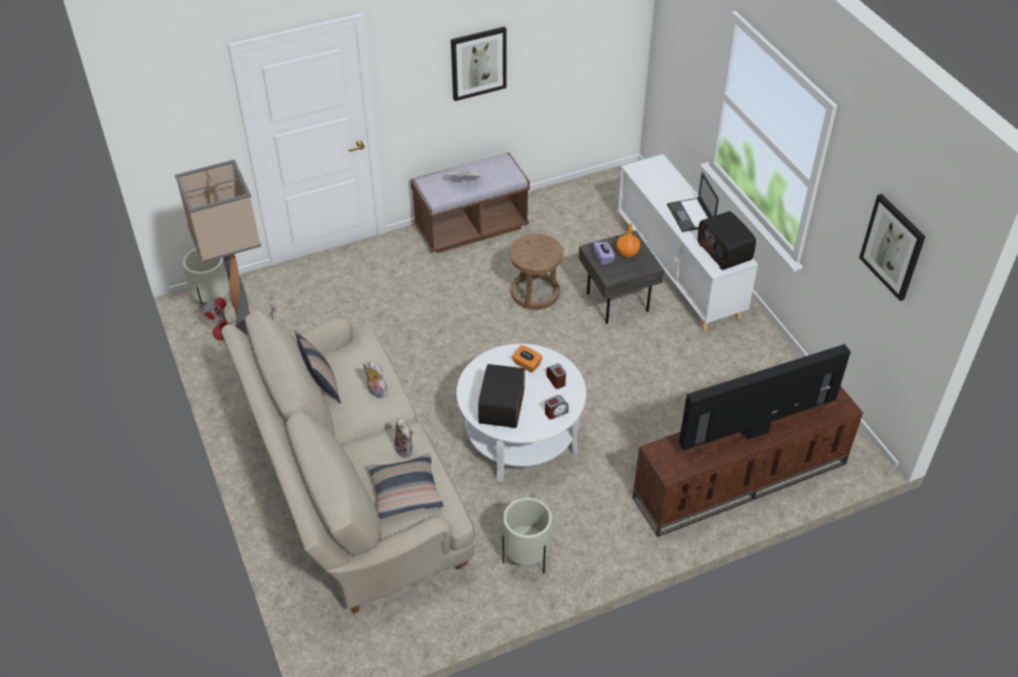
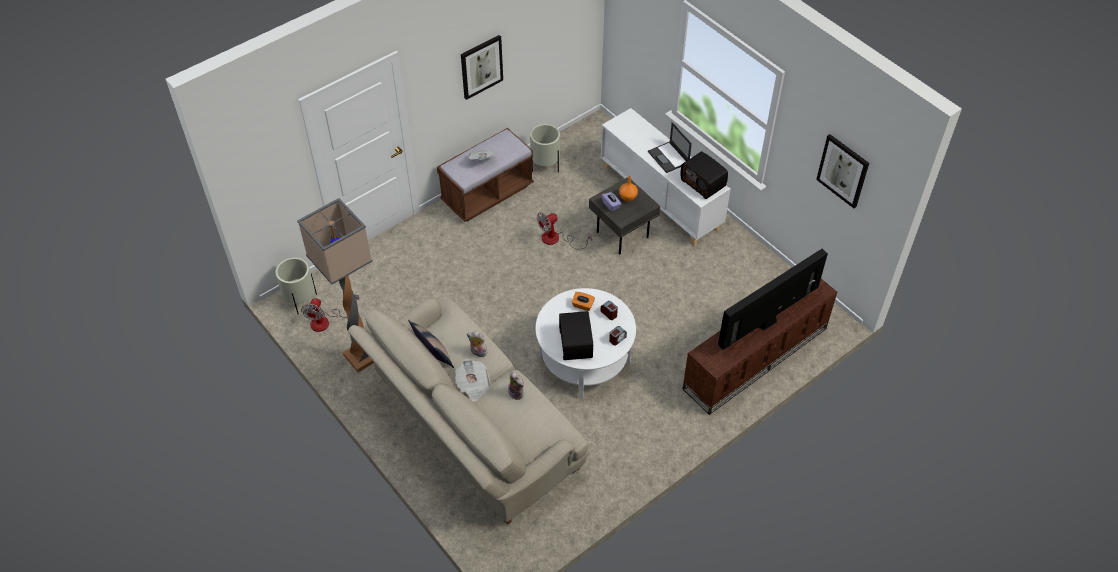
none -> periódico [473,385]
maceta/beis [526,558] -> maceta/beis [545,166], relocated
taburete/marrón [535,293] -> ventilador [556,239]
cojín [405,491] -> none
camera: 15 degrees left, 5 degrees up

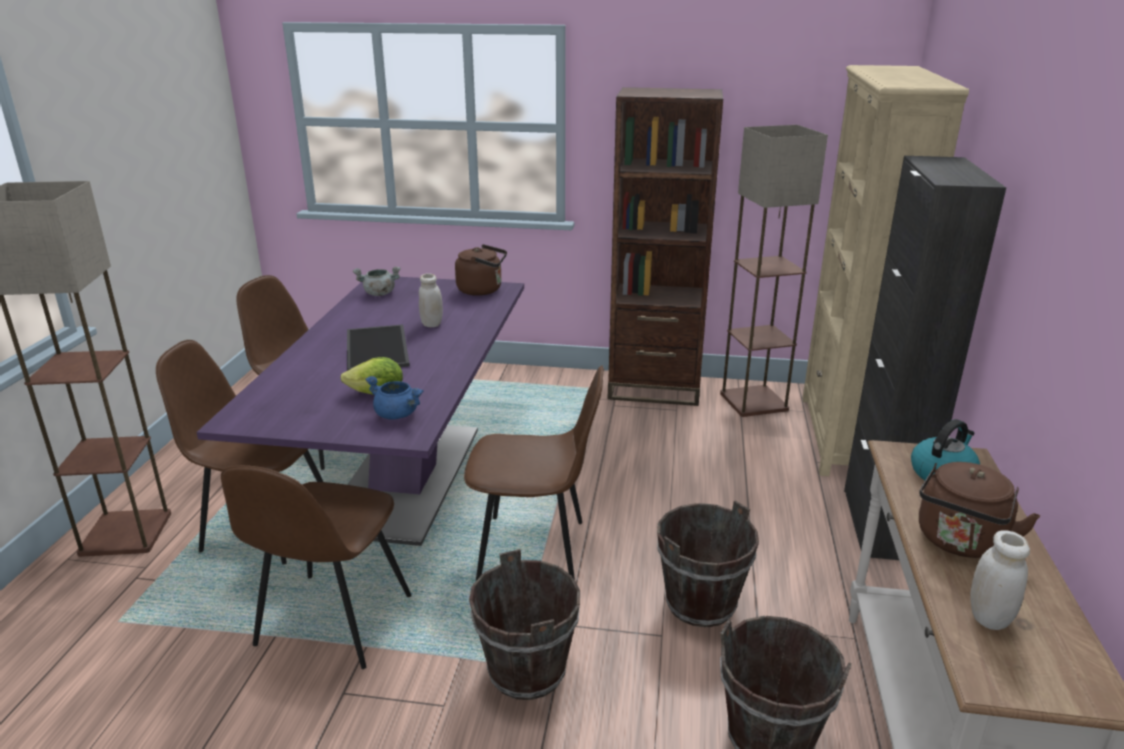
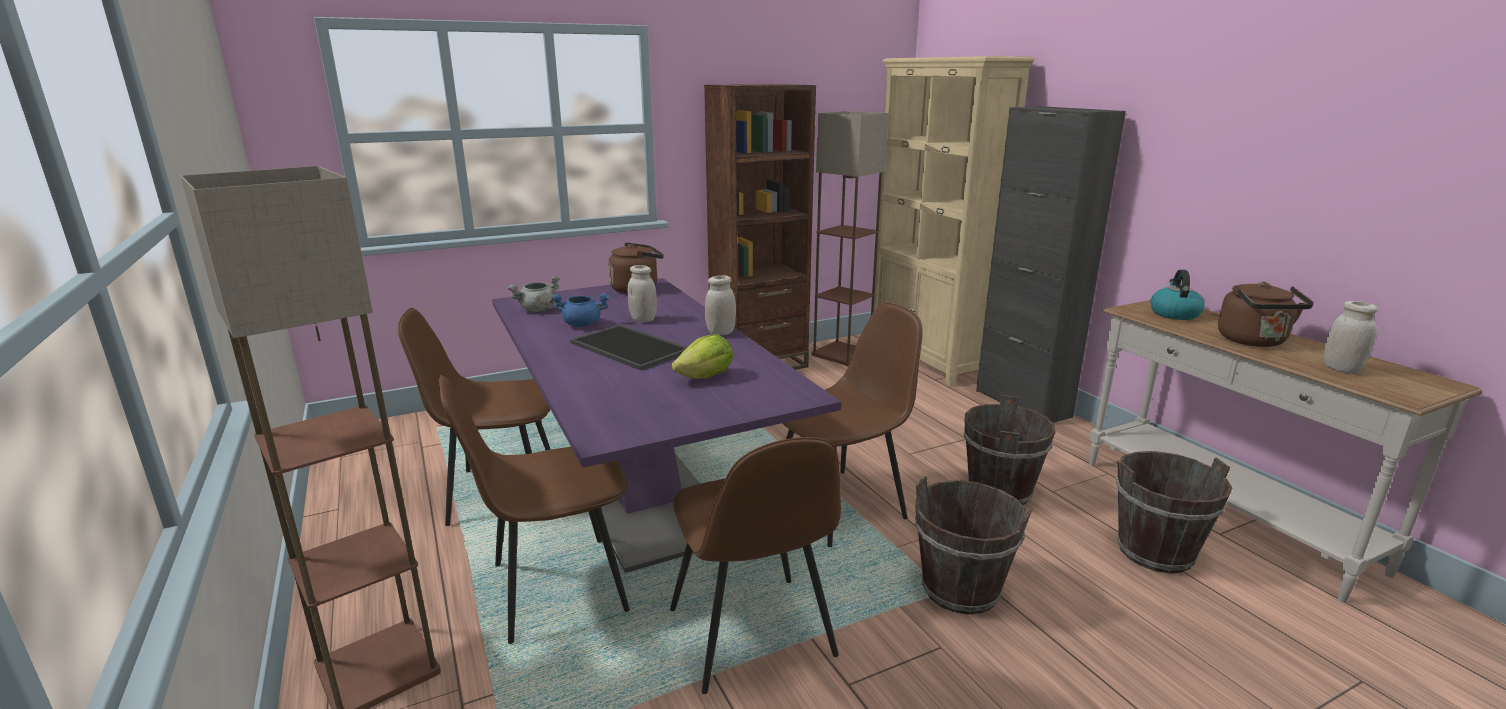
olla/azul [398,414] -> olla/azul [582,324], relocated
none -> tarro/blanco [721,333]
camera: 35 degrees left, 5 degrees down

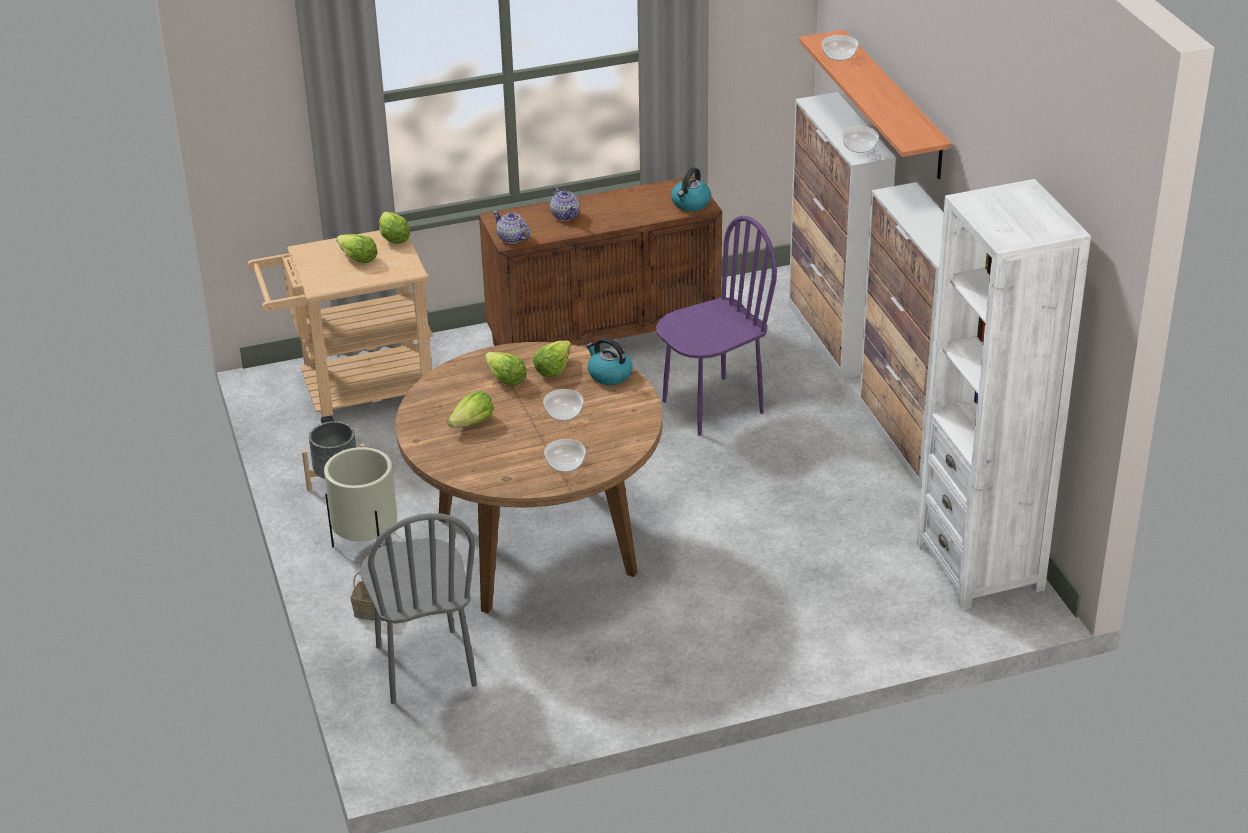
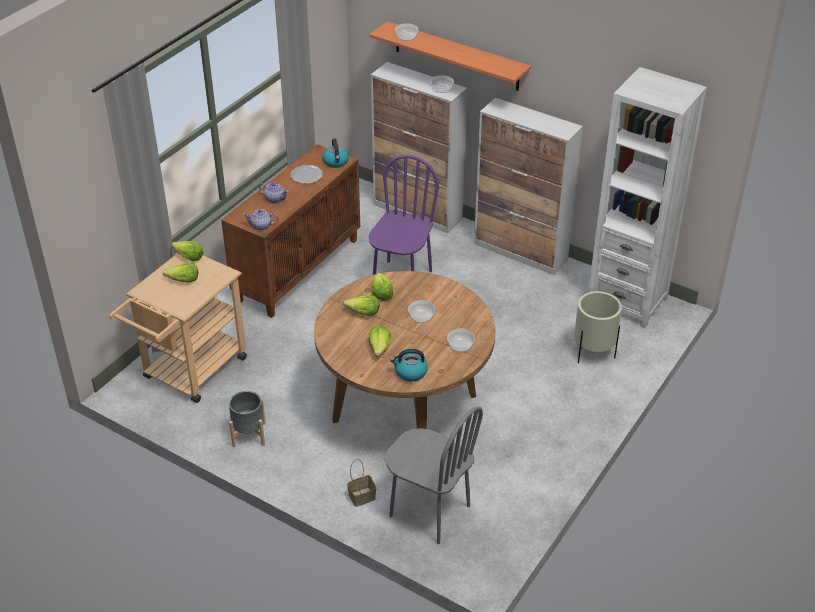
none -> plato [307,175]
hervidor [609,375] -> hervidor [410,372], relocated
maceta/beis [366,546] -> maceta/beis [593,353], relocated
camera: 40 degrees left, 5 degrees up

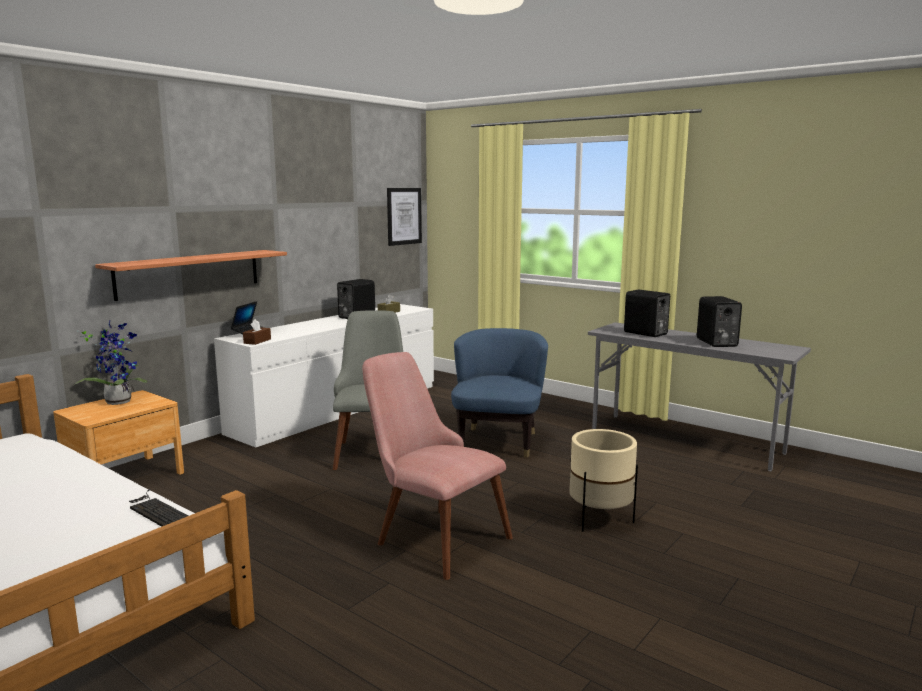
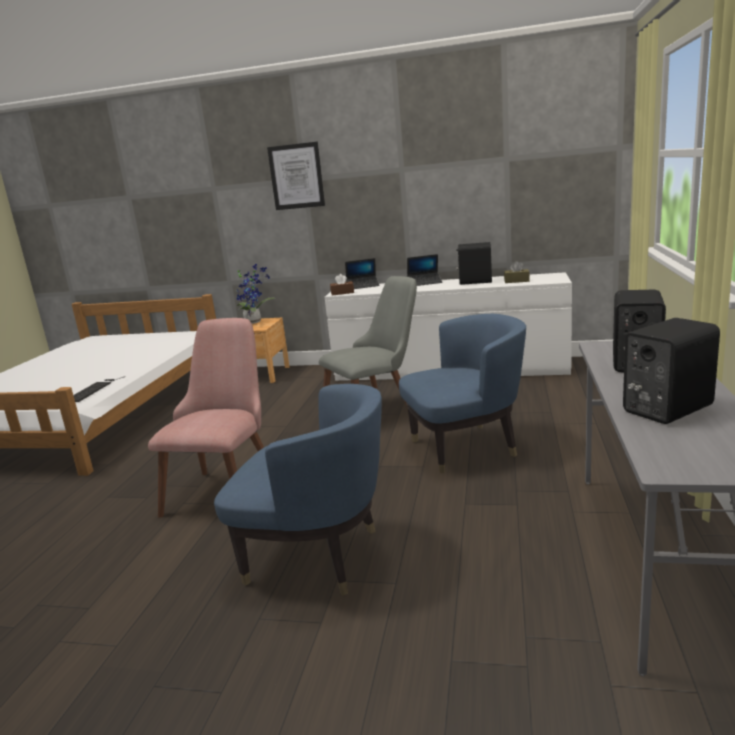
maceta/beis [600,519] -> sillón/azul [316,556]
cuadro [404,216] -> cuadro [296,176], relocated
none -> portátil [425,283]
estante [189,273] -> none
camera: 65 degrees right, 5 degrees up

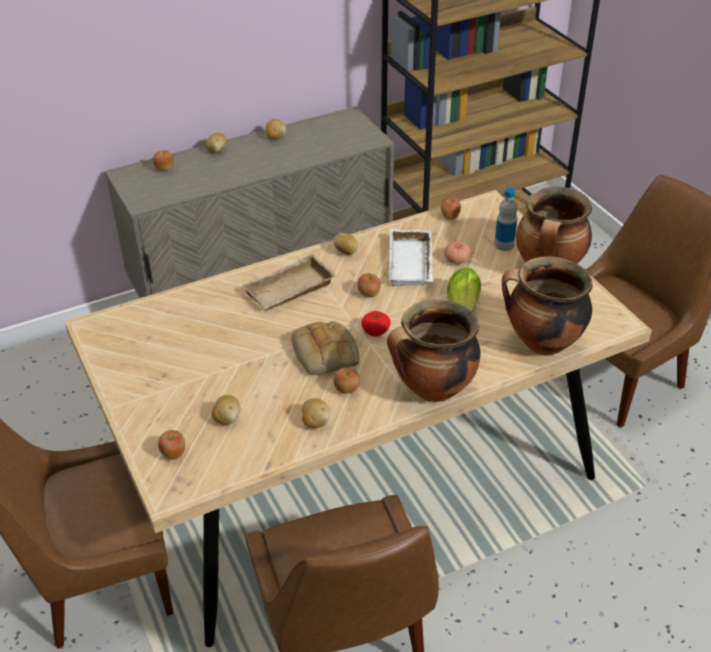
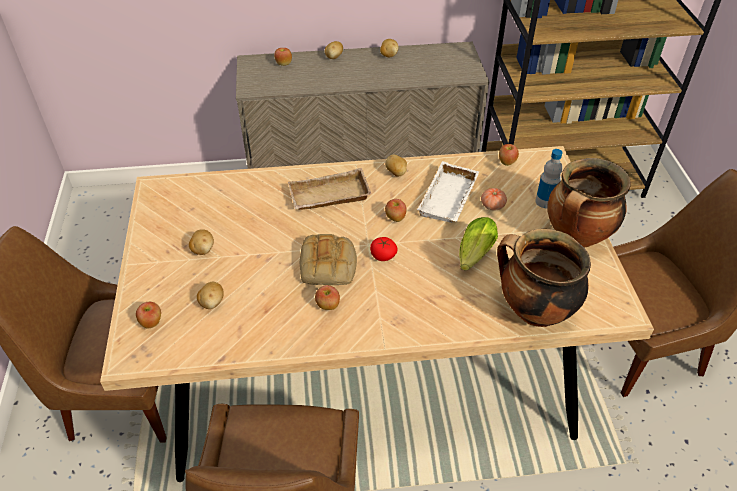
patata [315,422] -> patata [203,250], relocated
olla [432,390] -> none
camera: 20 degrees right, 5 degrees up

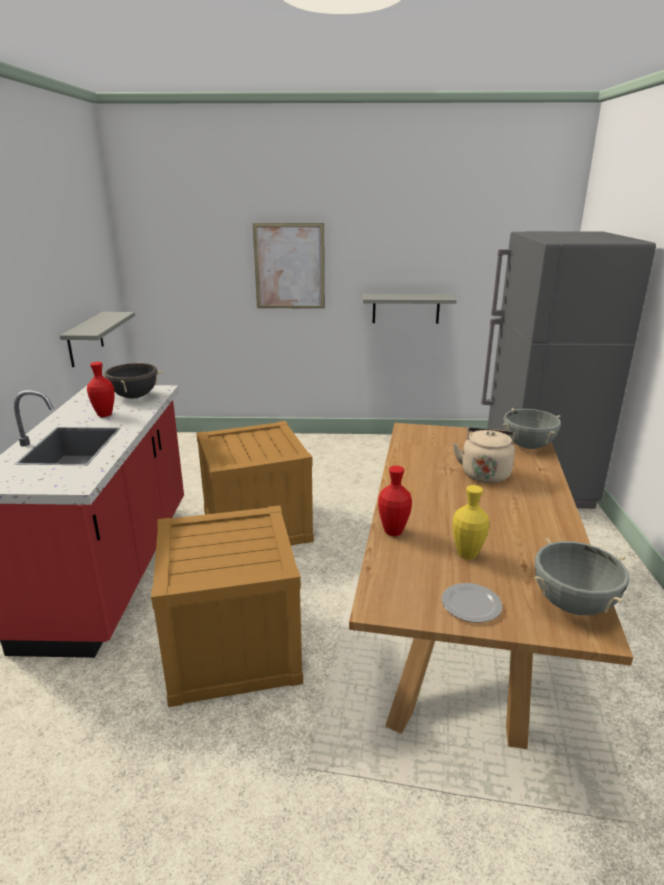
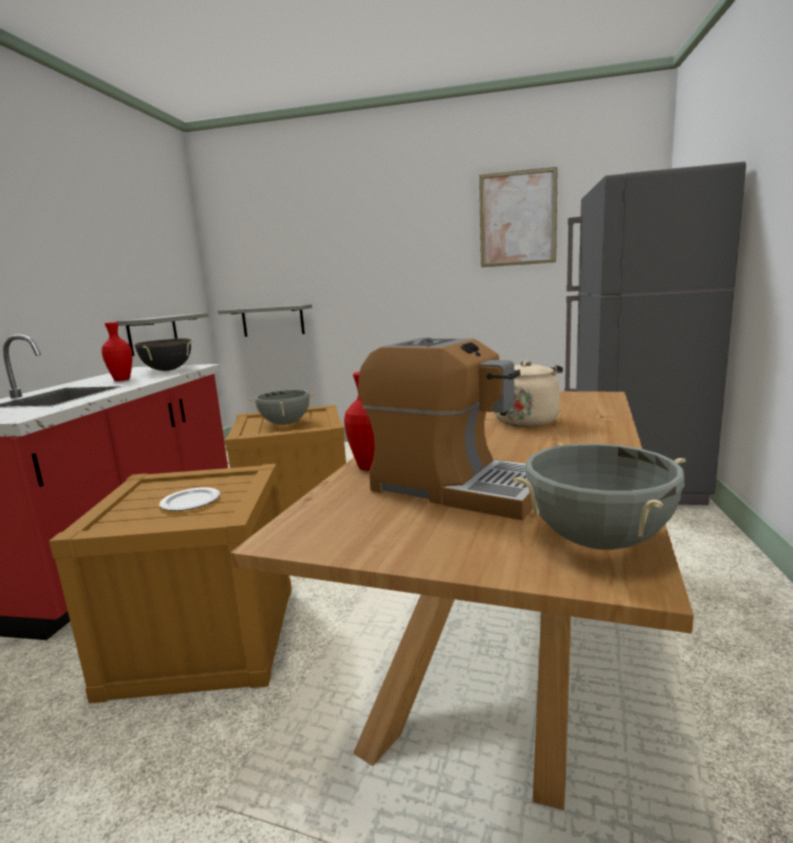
plato [472,605] -> plato [191,502], relocated
estante/gris [406,308] -> estante/gris [273,321], relocated
olla/gris [527,446] -> olla/gris [285,424], relocated
florero/amarillo [467,554] -> cafetera [457,487]
cuadro [289,266] -> cuadro [517,218], relocated
camera: 10 degrees right, 10 degrees down

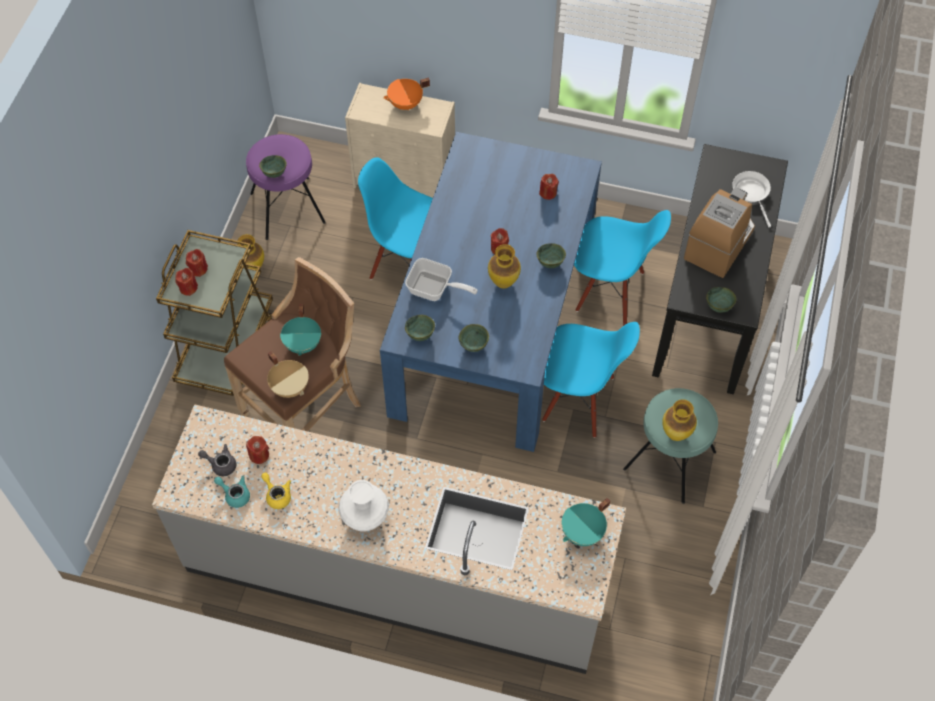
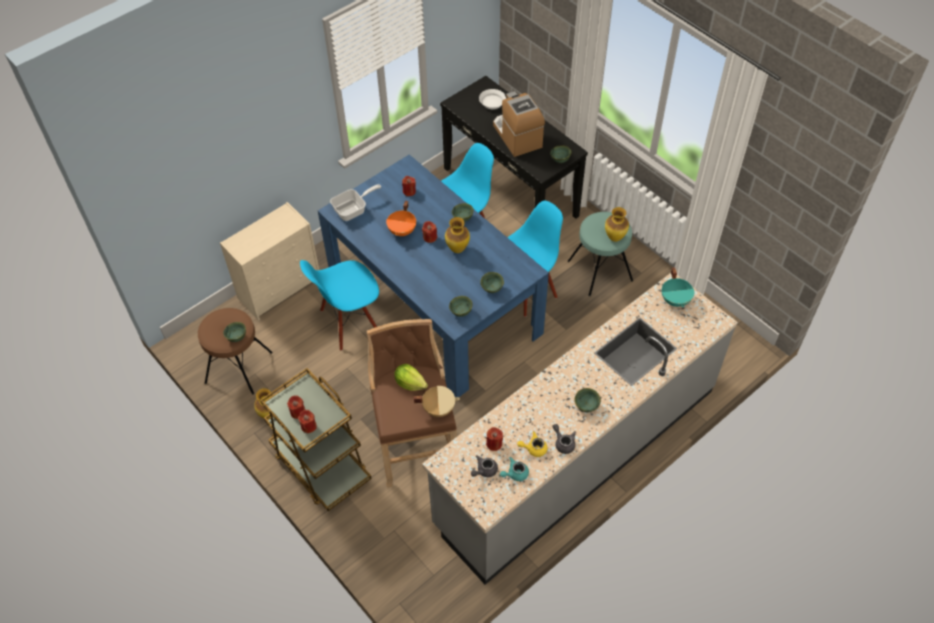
taburete/morado [287,208] -> taburete/marrón [239,367]
sartén [434,290] -> sartén [353,210], relocated
olla/naranja [406,104] -> olla/naranja [403,231], relocated
olla/turquesa [303,344] -> lechuga [410,383]
none -> tetera/gris [563,443]
florero/blanco [366,517] -> cuenco/verde [586,406]
camera: 55 degrees left, 5 degrees down

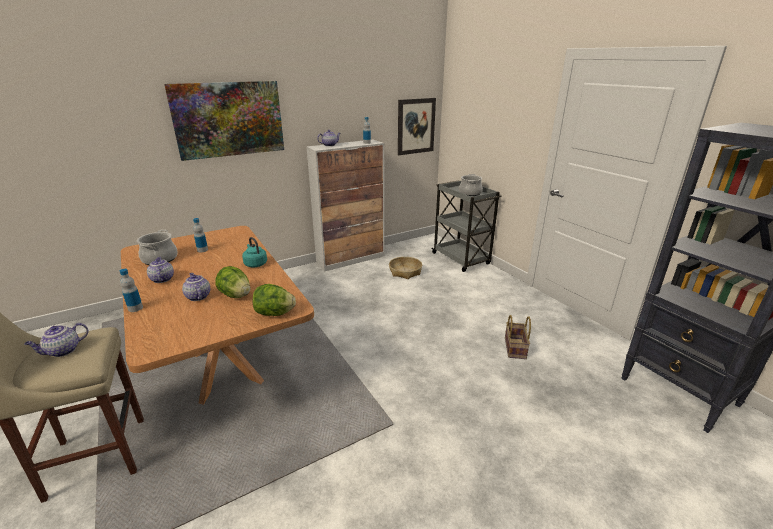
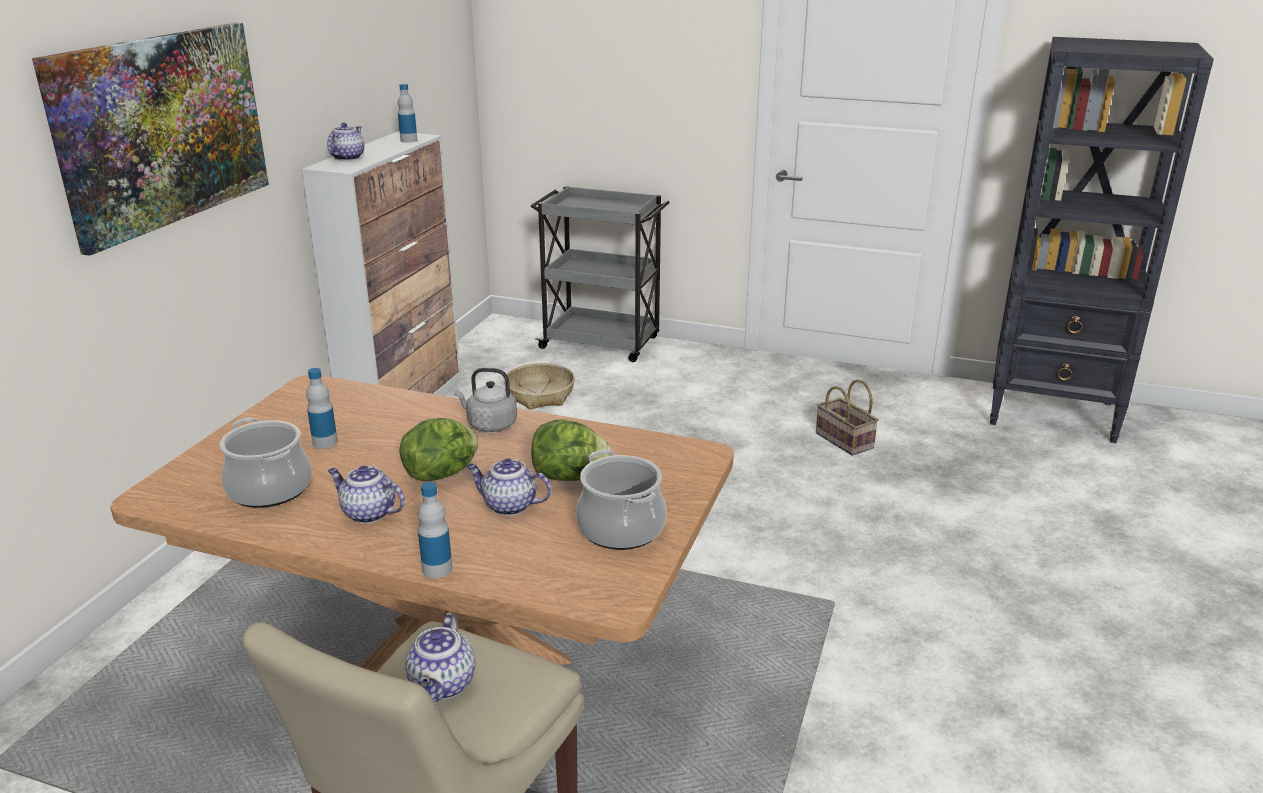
lechuga [275,313] -> lechuga [442,474], relocated
hervidor/turquesa [255,264] -> hervidor/gris [489,424]
olla [470,193] -> olla [621,528], relocated
cuadro [416,126] -> none
camera: 40 degrees left, 0 degrees up

